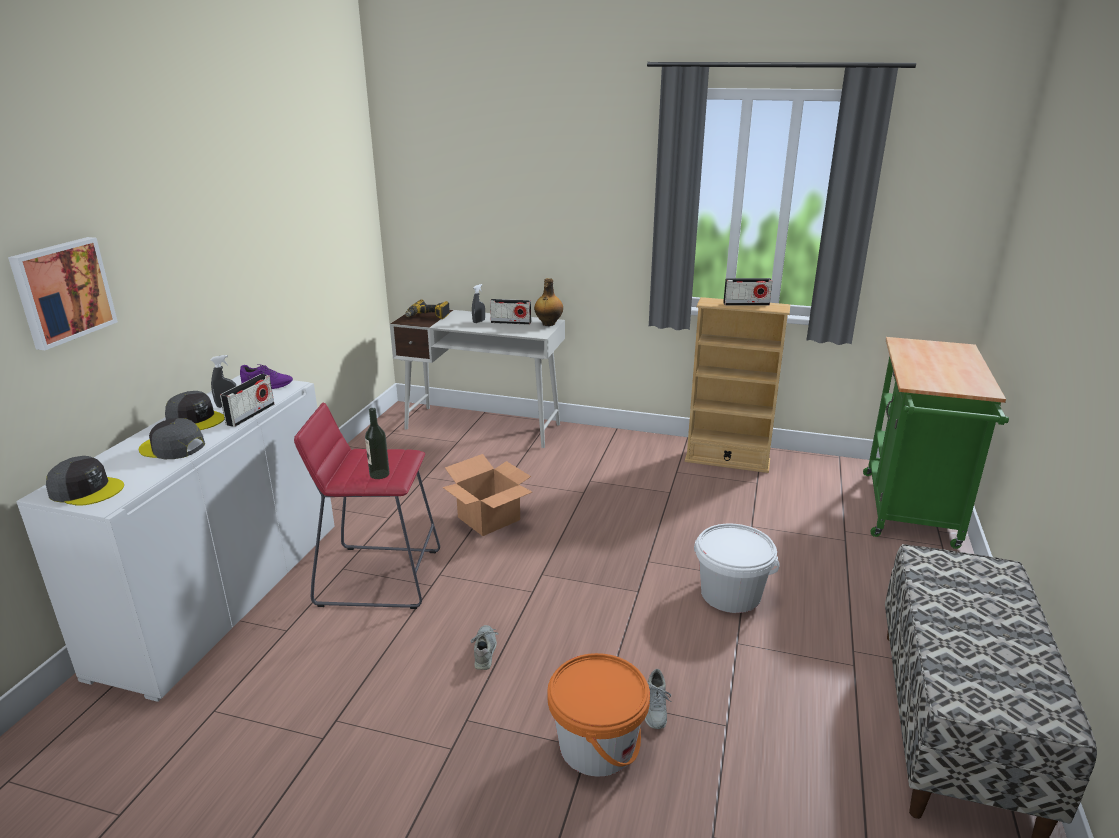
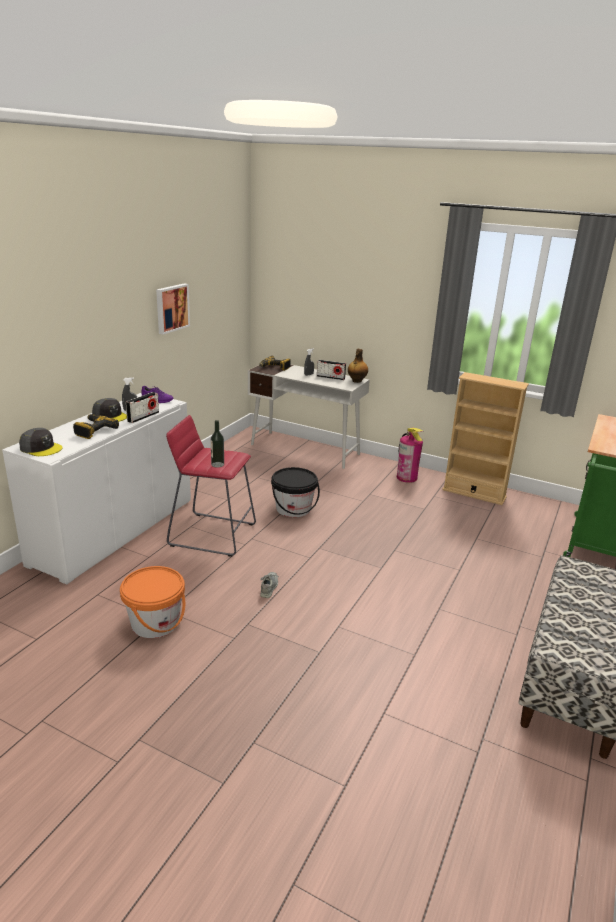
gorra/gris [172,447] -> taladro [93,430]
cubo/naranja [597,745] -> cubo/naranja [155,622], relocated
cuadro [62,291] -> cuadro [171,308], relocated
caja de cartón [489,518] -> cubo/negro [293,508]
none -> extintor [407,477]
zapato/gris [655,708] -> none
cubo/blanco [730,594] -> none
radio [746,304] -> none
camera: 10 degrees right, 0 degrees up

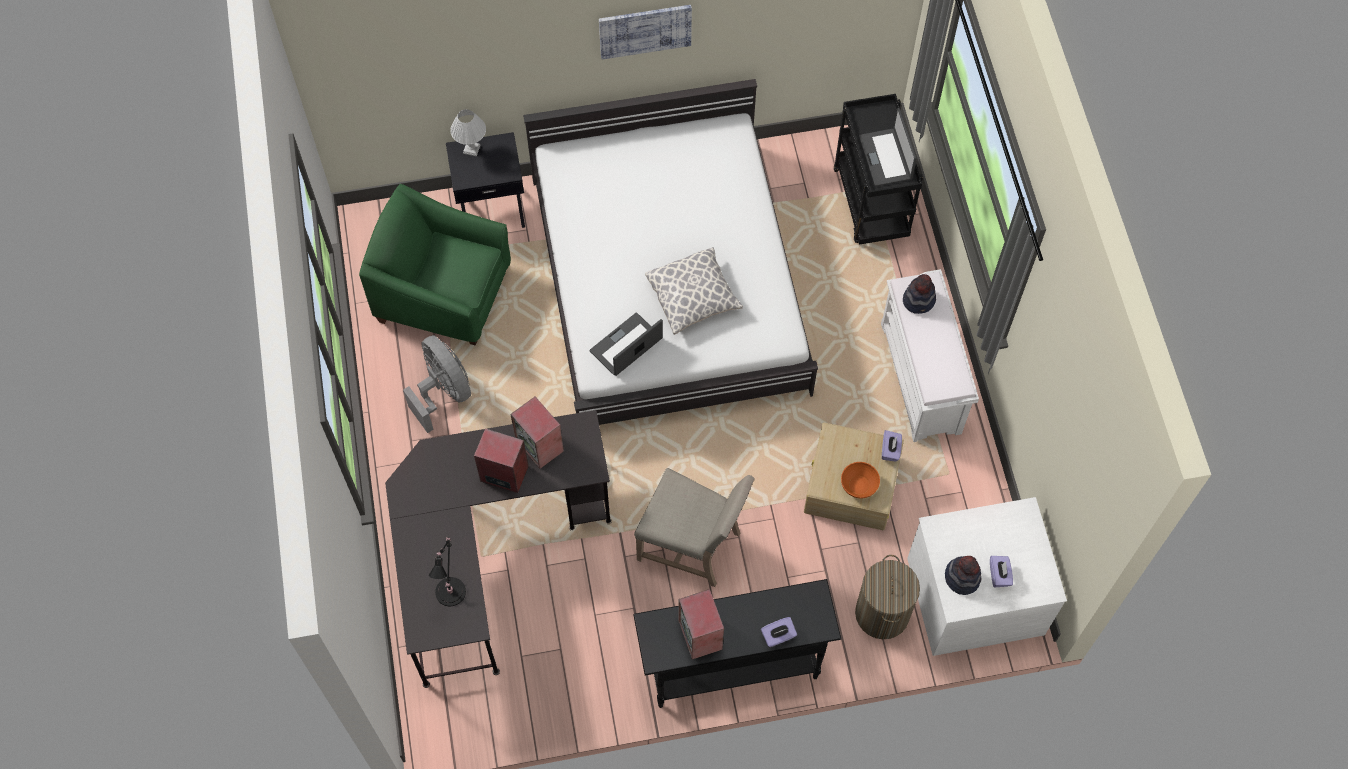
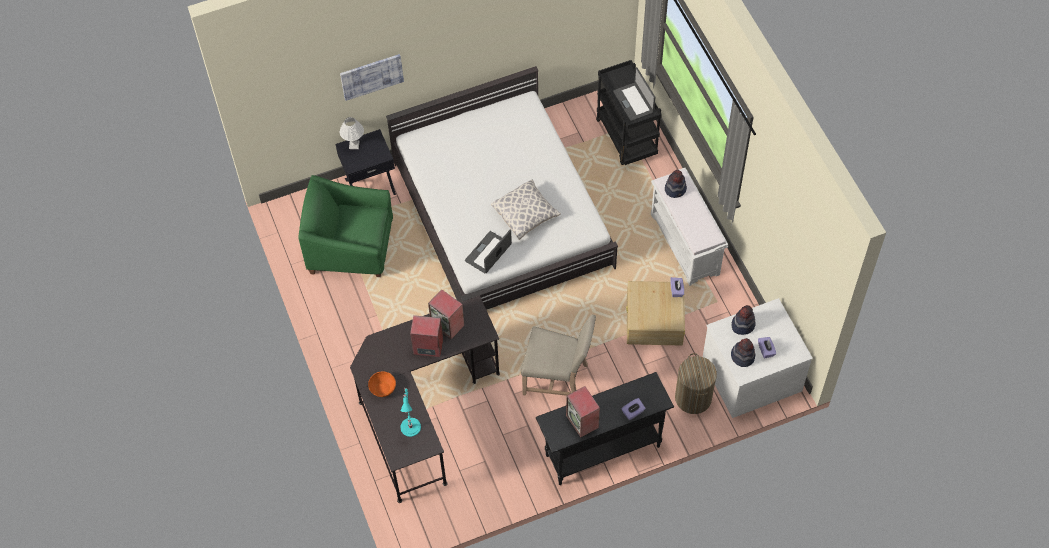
cuadro [645,30] -> cuadro [371,76], relocated
cuenco/naranja [858,485] -> cuenco/naranja [382,388], relocated
lámpara de mesa/negro [451,589] -> lámpara de mesa/turquesa [410,425]
none -> sombrero [742,325]
ventilador/gris [443,392] -> none
camera: 10 degrees left, 5 degrees down

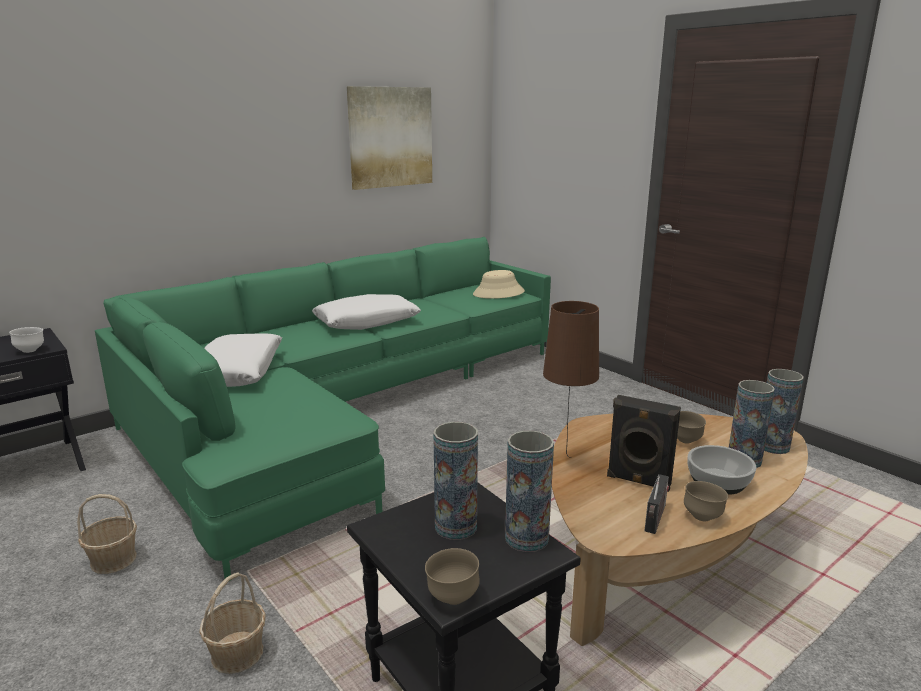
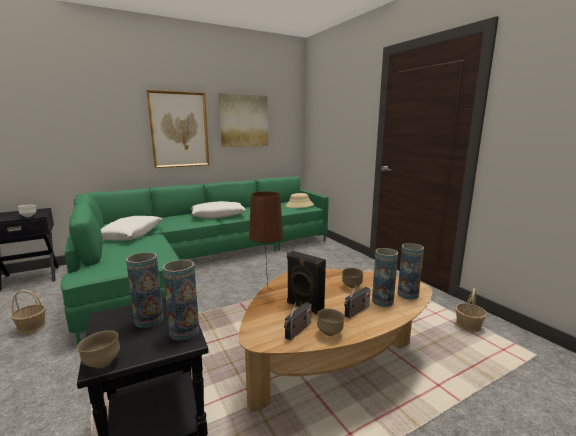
none -> cuadro [179,130]
cuenco [718,481] -> radio [356,312]
cesta [238,653] -> cesta [468,326], relocated
camera: 10 degrees right, 5 degrees down

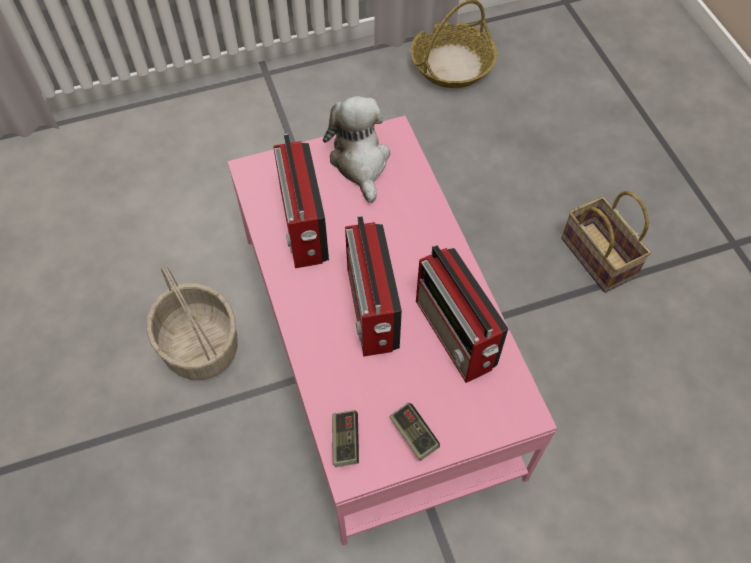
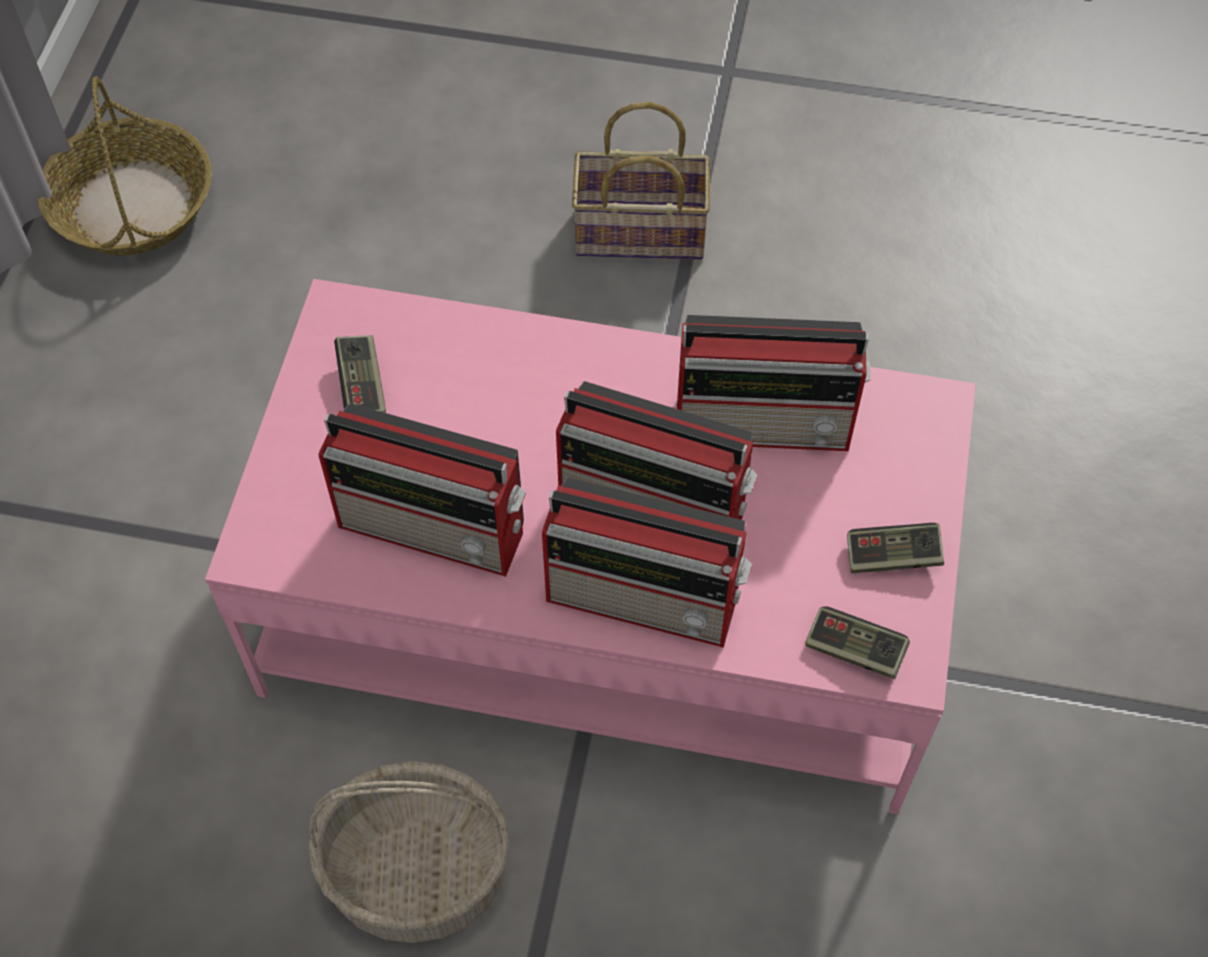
peluche [360,162] -> mando de consola [362,386]
none -> radio [647,600]
camera: 60 degrees left, 0 degrees up

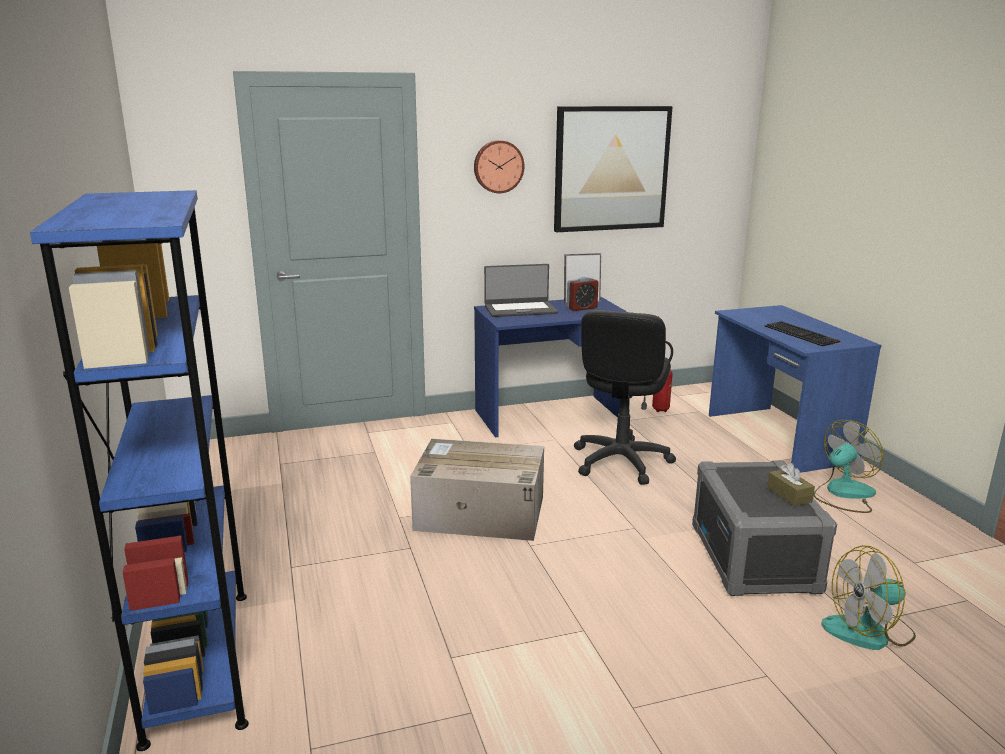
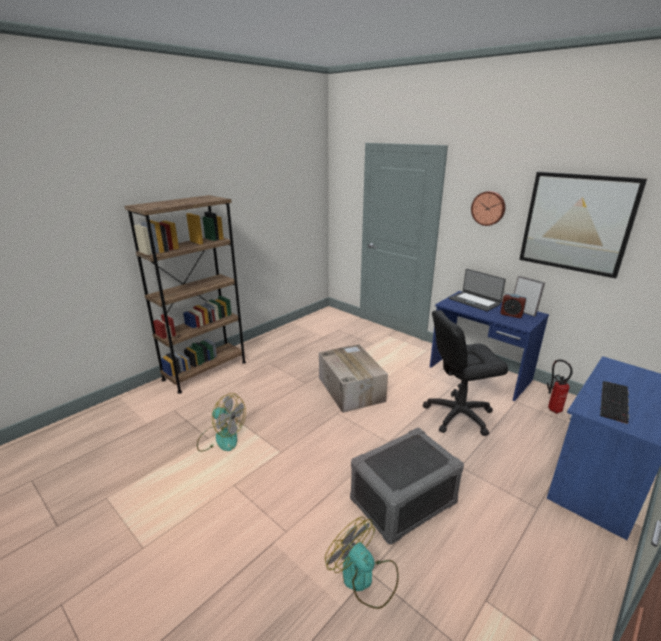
estantería/azul [198,662] -> estantería/marrón [205,371]
ventilador [843,494] -> ventilador [221,438], relocated
caja de pañuelos/marrón [789,495] -> none
camera: 60 degrees right, 5 degrees up

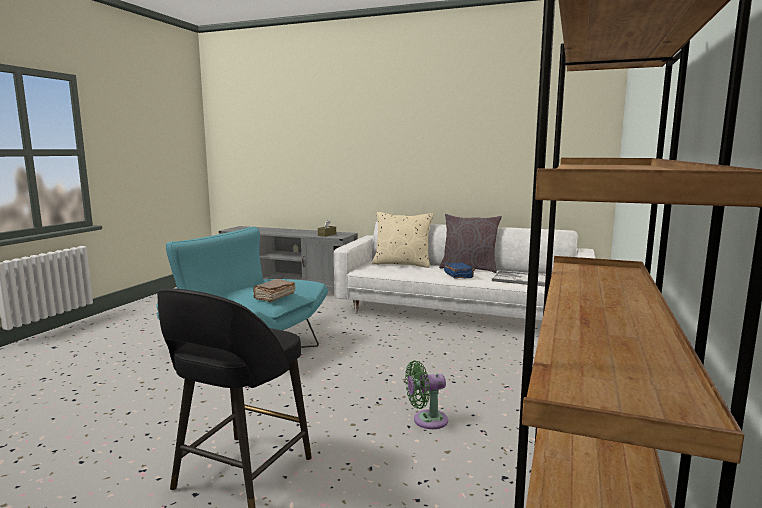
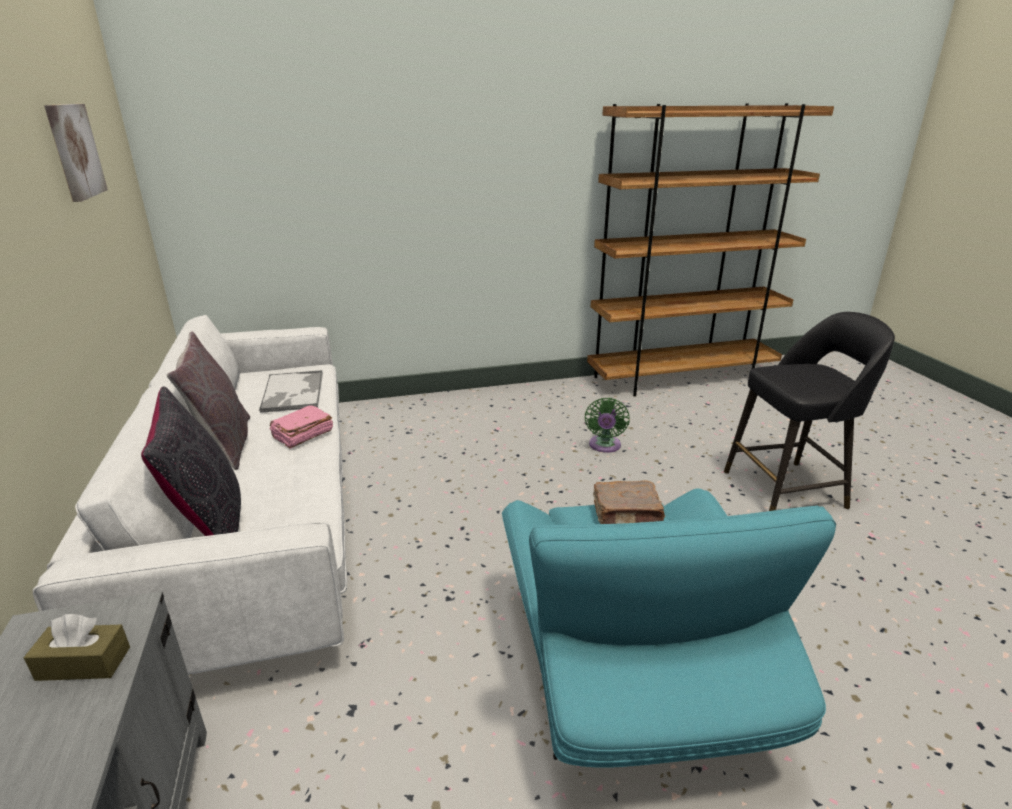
none -> cuadro [74,151]
cojín/beis [402,264] -> cojín/negro [209,523]
libro/azul [458,276] -> libro/rosa [302,435]
ventilador/verde [426,420] -> ventilador/verde [604,446], 60 degrees clockwise
camera: 125 degrees left, 15 degrees up

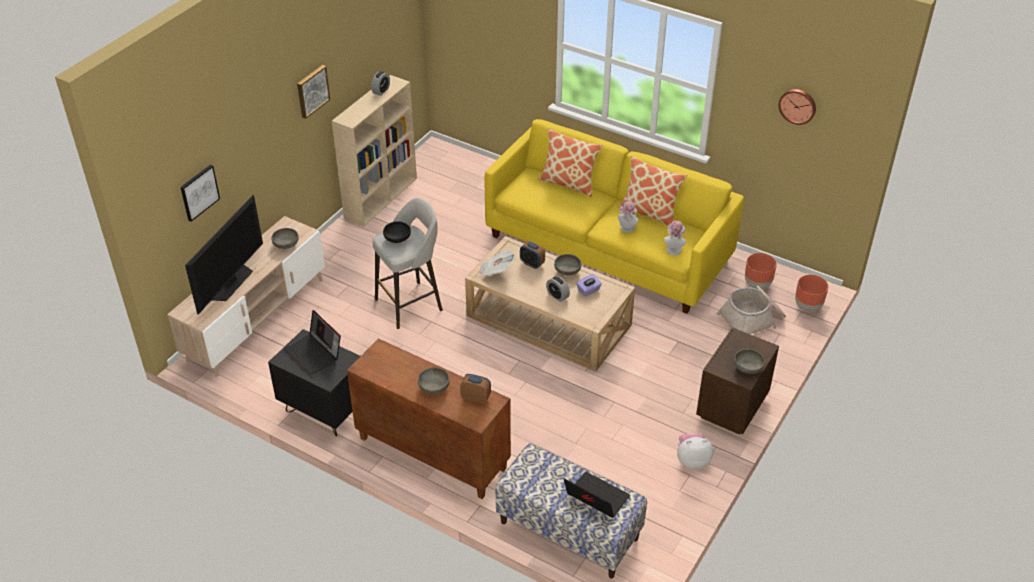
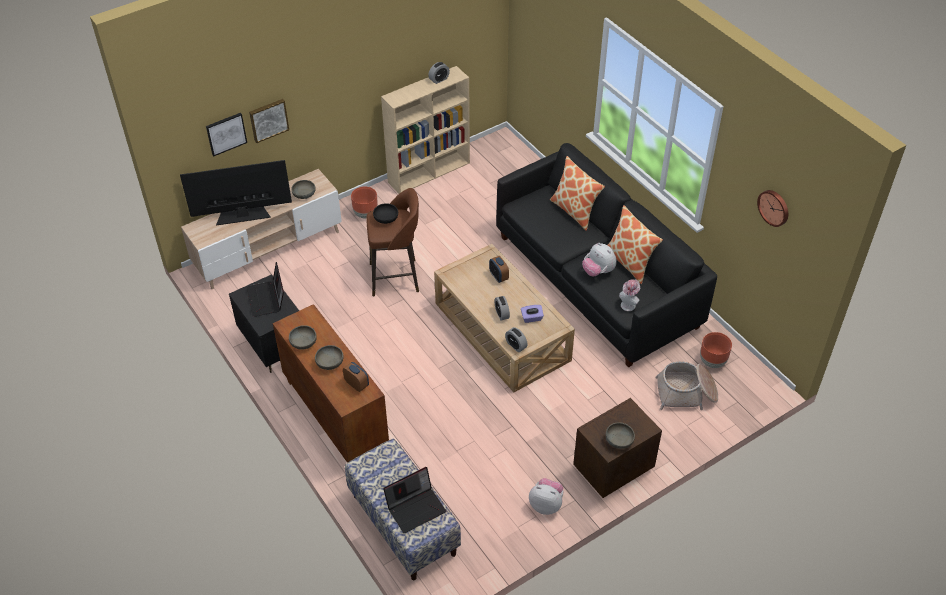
televisor [231,283] -> televisor [242,215], 150 degrees counterclockwise
cuadro [312,91] -> cuadro [268,119], relocated
cuenco/gris [567,270] -> cuenco/gris [303,343], relocated
maceta/marrón [808,307] -> maceta/marrón [365,214], relocated
taburete/gris [410,304] -> taburete/marrón [396,277]
portátil [595,498] -> portátil [416,507], 90 degrees clockwise
sofá/amarillo [608,248] -> sofá/negro [596,281]
none -> despertador [516,345]
sombrero [626,229] -> peluche [598,271]
periódico [496,270] -> none
camera: 25 degrees right, 5 degrees up

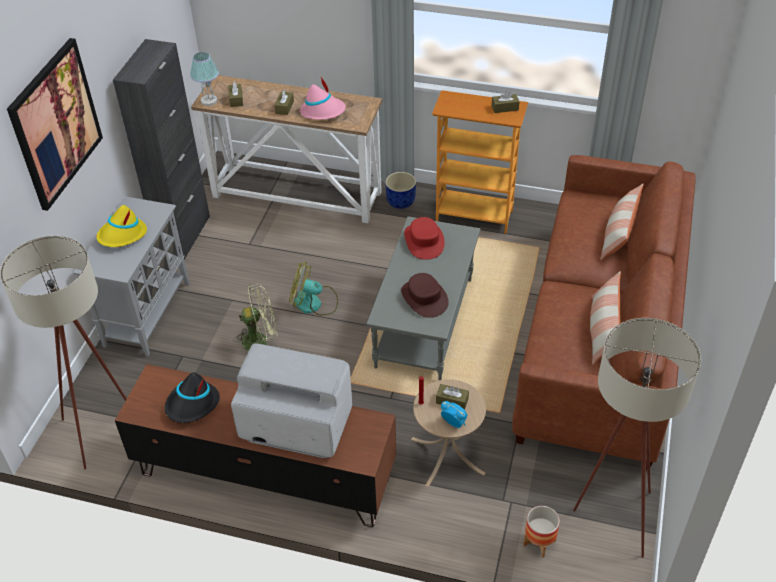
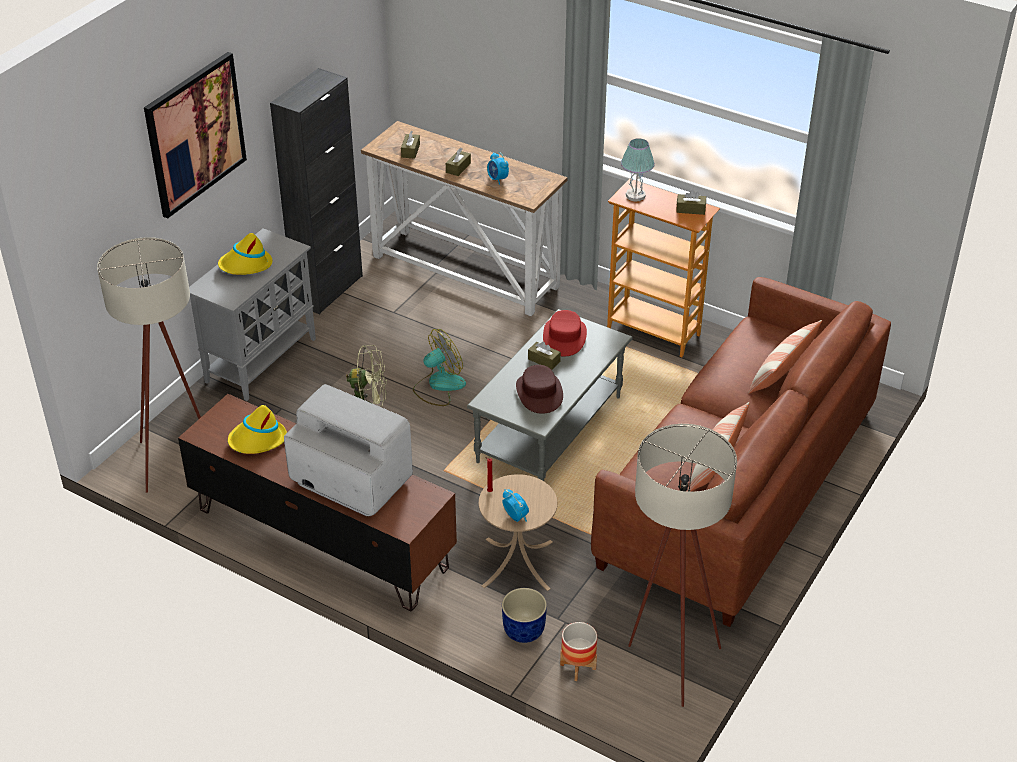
sombrero/negro [192,404] -> sombrero/amarillo [257,440]
ventilador [314,303] -> ventilador [439,386], 120 degrees clockwise
sombrero/rosa [323,111] -> despertador [497,179]
maceta/azul [401,201] -> maceta/azul [524,629], relocated
caja de pañuelos/marrón [452,401] -> caja de pañuelos/marrón [544,360], relocated
lámpara de mesa [208,101] -> lámpara de mesa [635,195], relocated
camera: 15 degrees right, 5 degrees down

